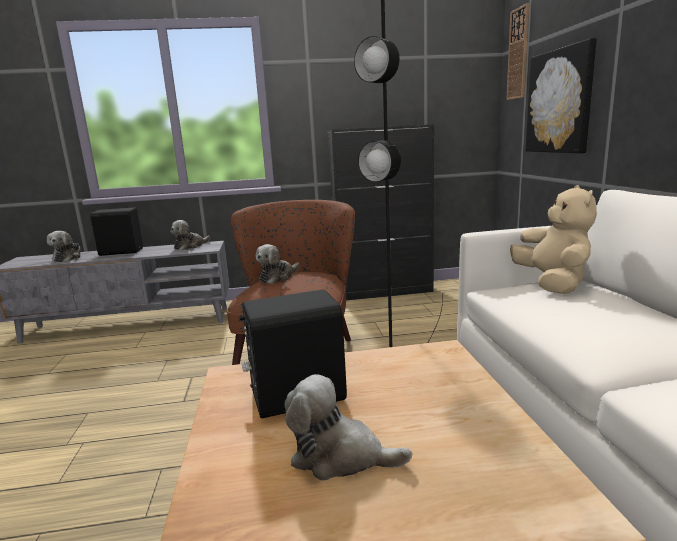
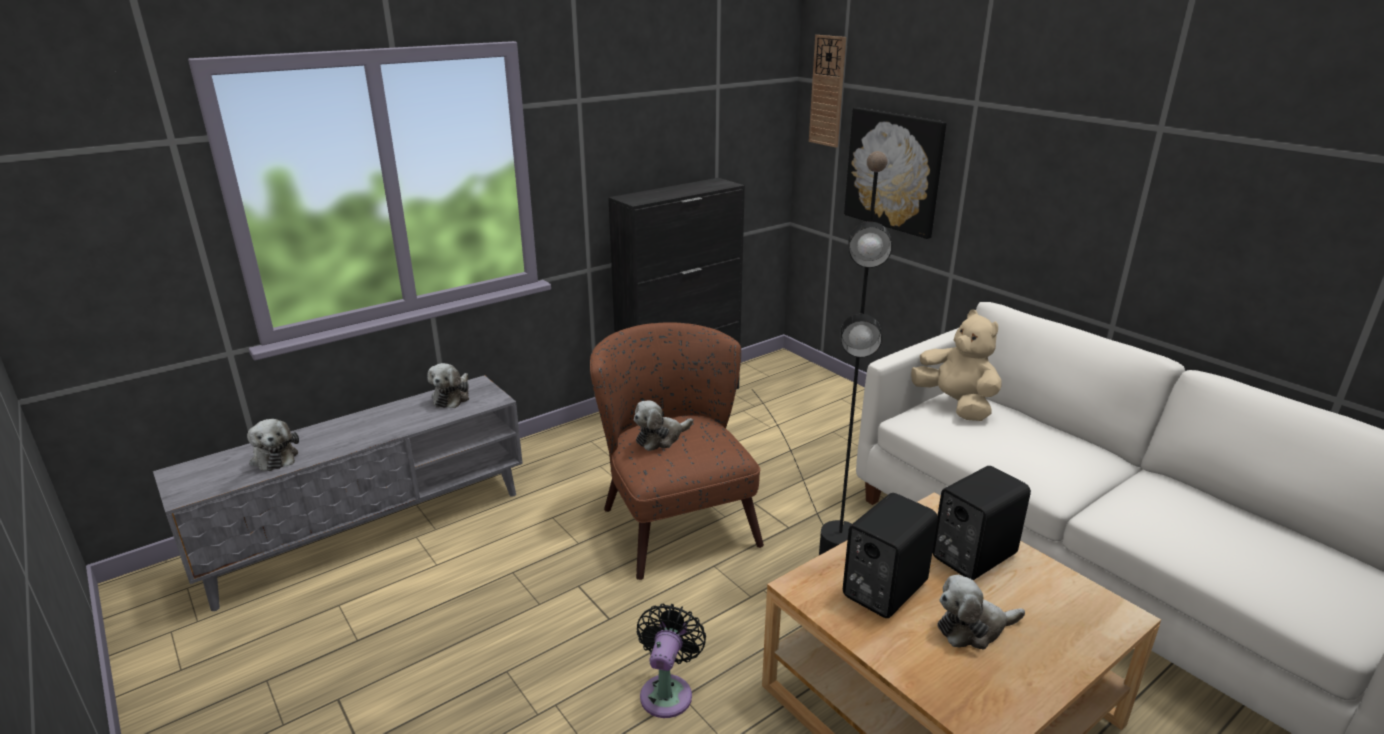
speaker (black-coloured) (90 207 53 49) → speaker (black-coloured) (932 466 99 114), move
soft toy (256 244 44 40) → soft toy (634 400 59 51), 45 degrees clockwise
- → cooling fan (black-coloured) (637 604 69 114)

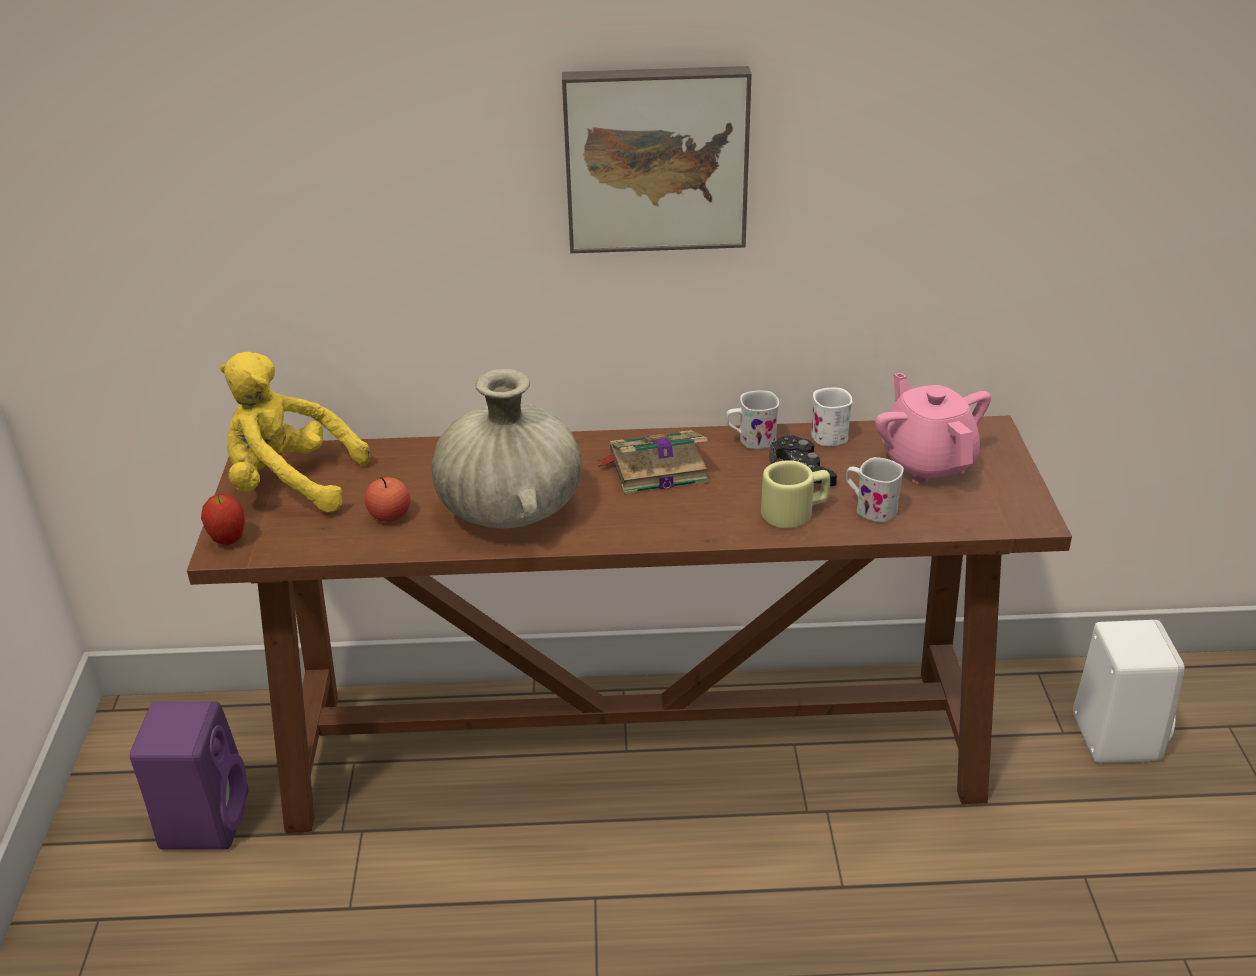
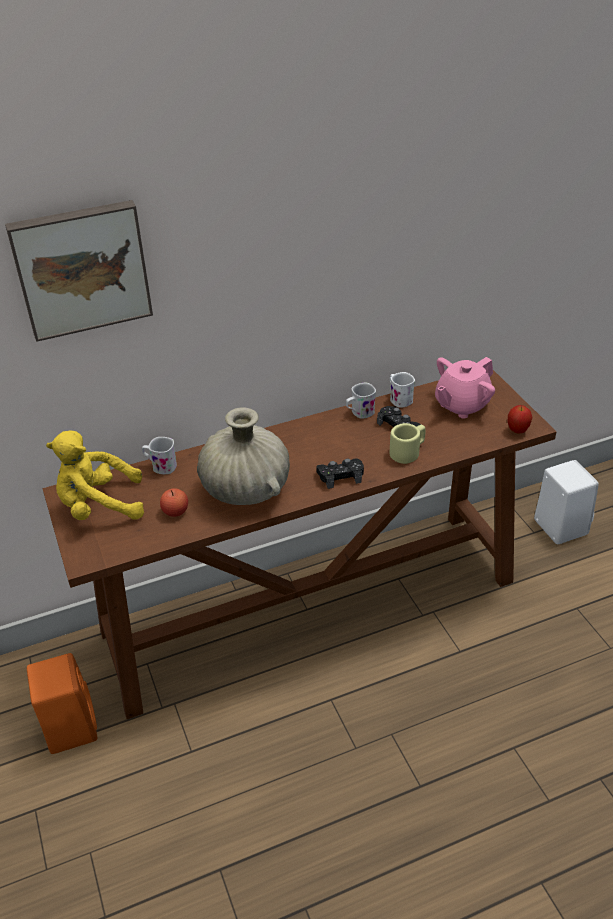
speaker (purple-coloured) (130 702 118 148) → speaker (orange) (27 653 70 101)
whole apple (201 494 44 51) → whole apple (508 405 24 29), move
wall art (562 66 190 187) → wall art (5 200 148 142), move
volume (596 430 112 64) → -
coffee mug (whitish) (846 457 58 66) → coffee mug (whitish) (142 437 35 37), move
teapot (pink-coloured) (875 373 116 111) → teapot (pink-coloured) (435 357 60 61), 90 degrees counterclockwise
- → gamepad (black-coloured) (316 458 48 31)

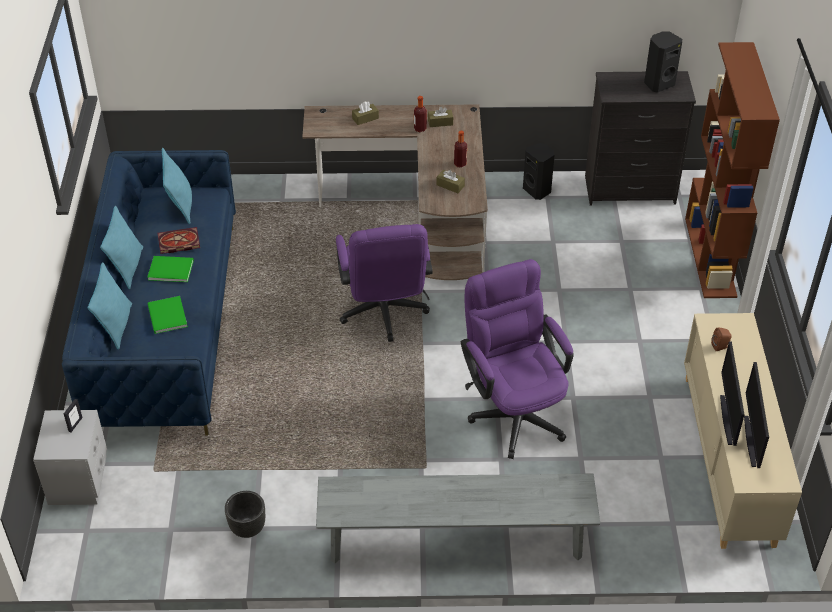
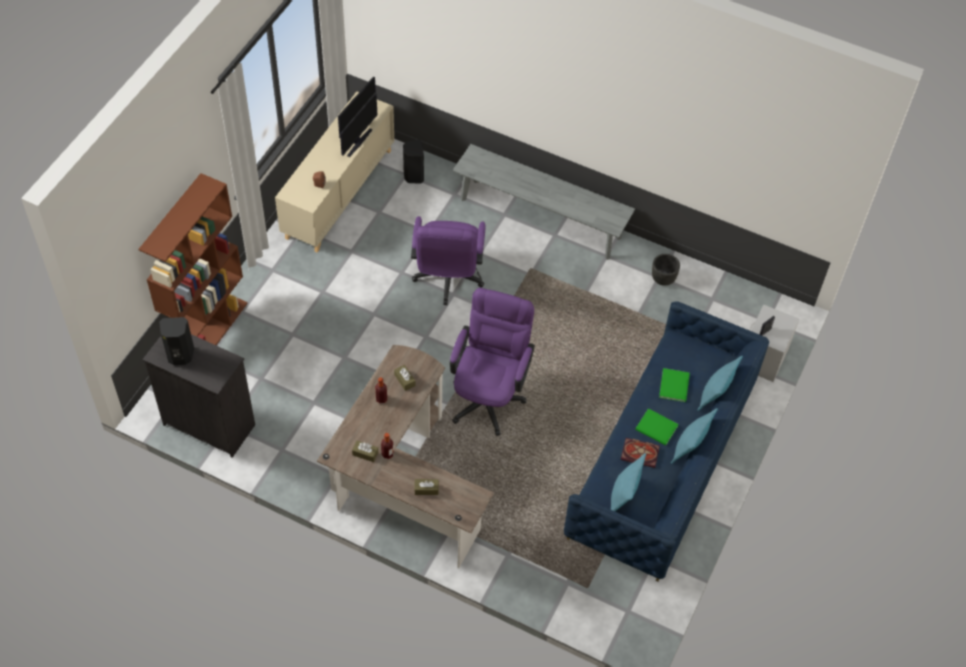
speaker (black-coloured) (523 143 32 57) → speaker (black-coloured) (403 139 21 45), move

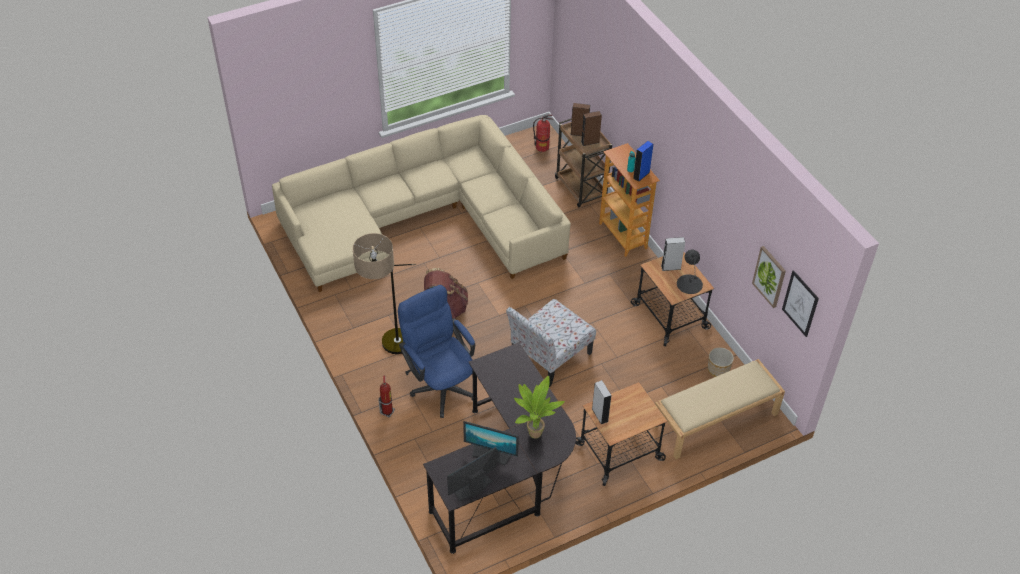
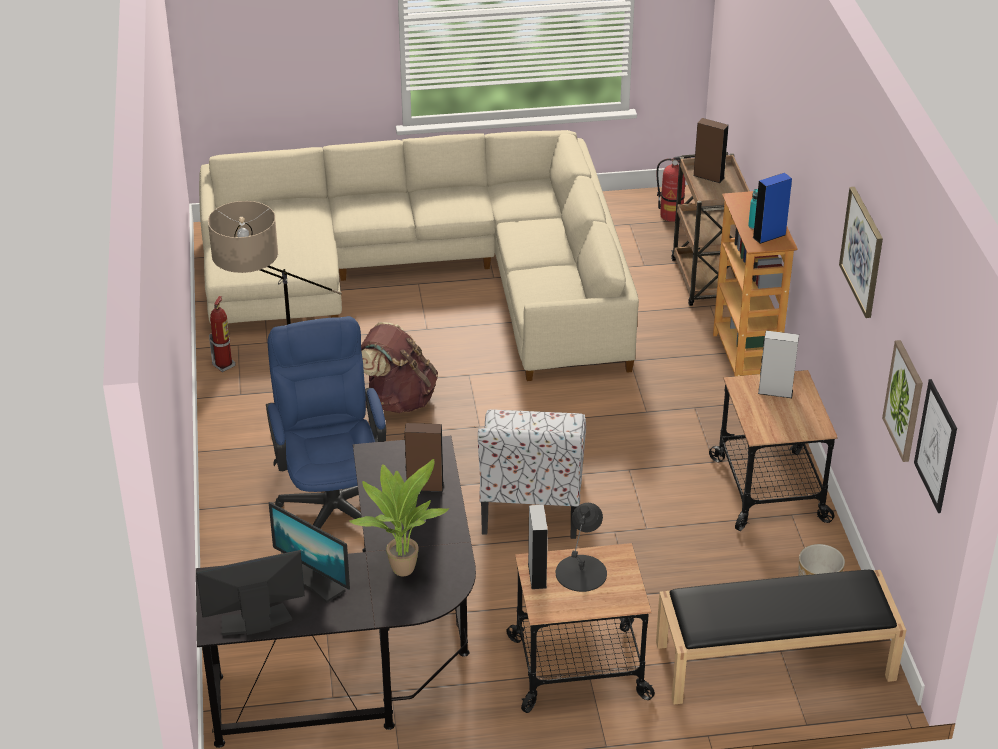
extinguisher (378 376 17 42) → extinguisher (209 296 27 76), move
plain chair (506 299 90 88) → plain chair (478 409 108 130), 60 degrees counterclockwise
speaker (brownish) (581 111 21 35) → speaker (brownish) (404 423 40 69), move
indoor bench (sand-coloured) (654 359 131 100) → indoor bench (black-coloured) (656 570 250 135)
table lamp (black-coloured) (677 250 26 44) → table lamp (black-coloured) (556 503 51 89), move
- → wall art (839 187 44 131)

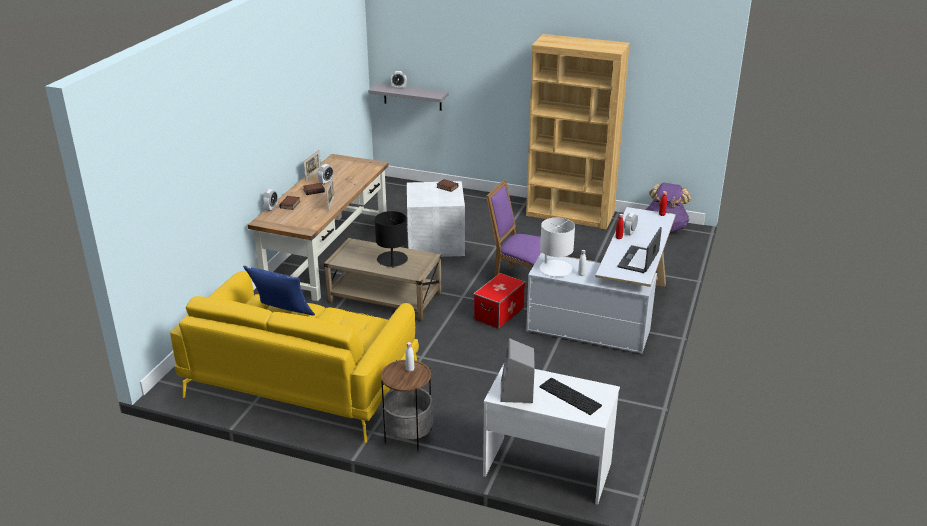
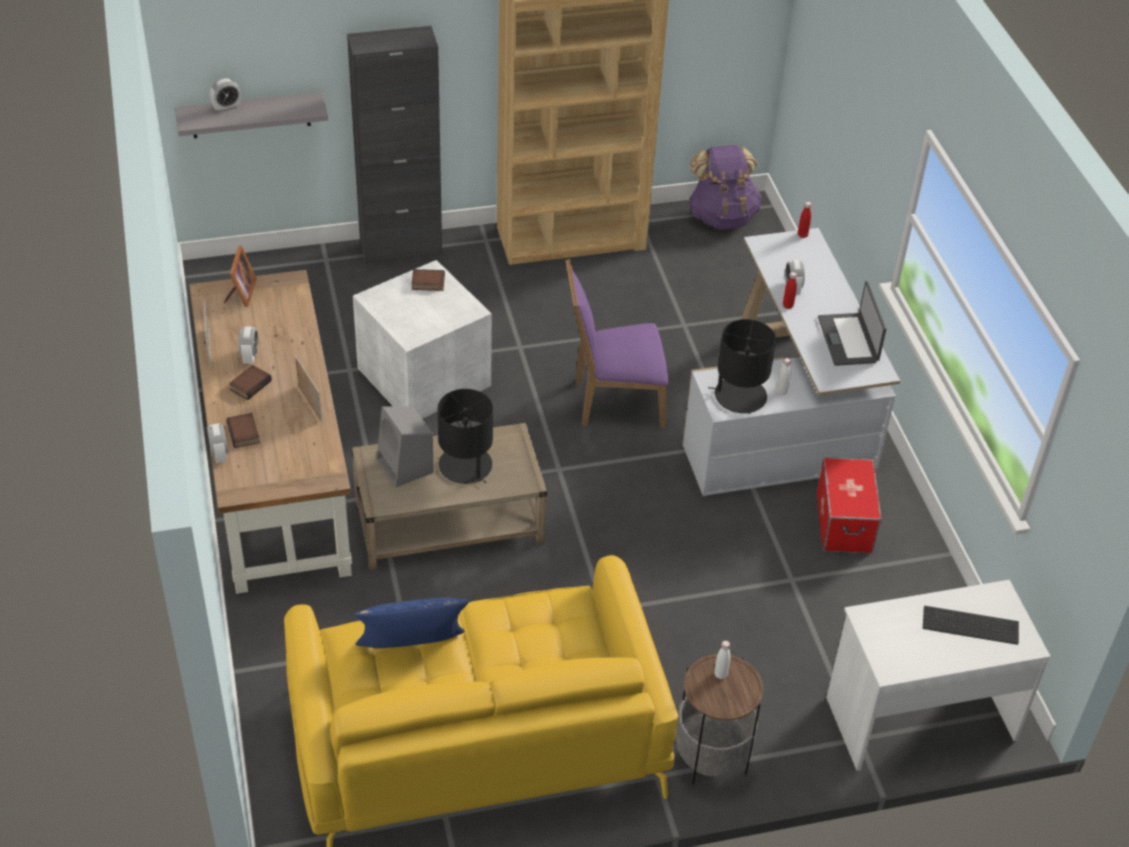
storage box (474 273 51 56) → storage box (817 457 65 97), move
speaker (greyish) (500 338 35 65) → speaker (greyish) (377 406 57 81), move
table lamp (whitish) (540 218 35 59) → table lamp (black-coloured) (708 319 68 95)
- → picture frame (224 246 33 61)
- → cupboard (black-coloured) (347 26 95 238)

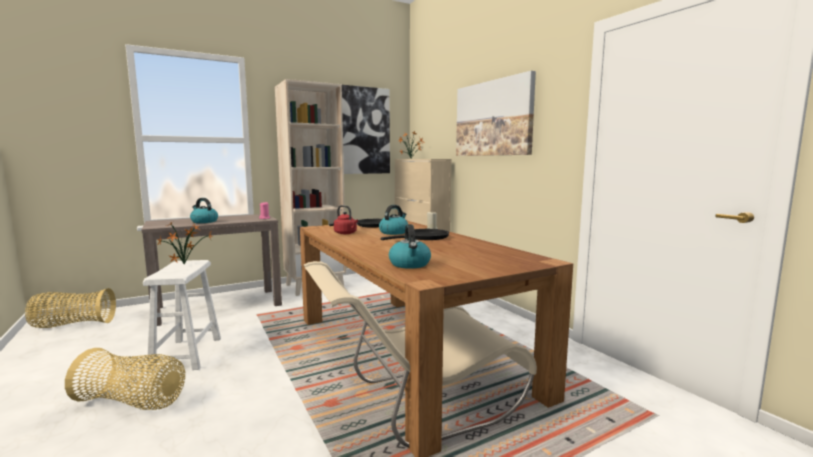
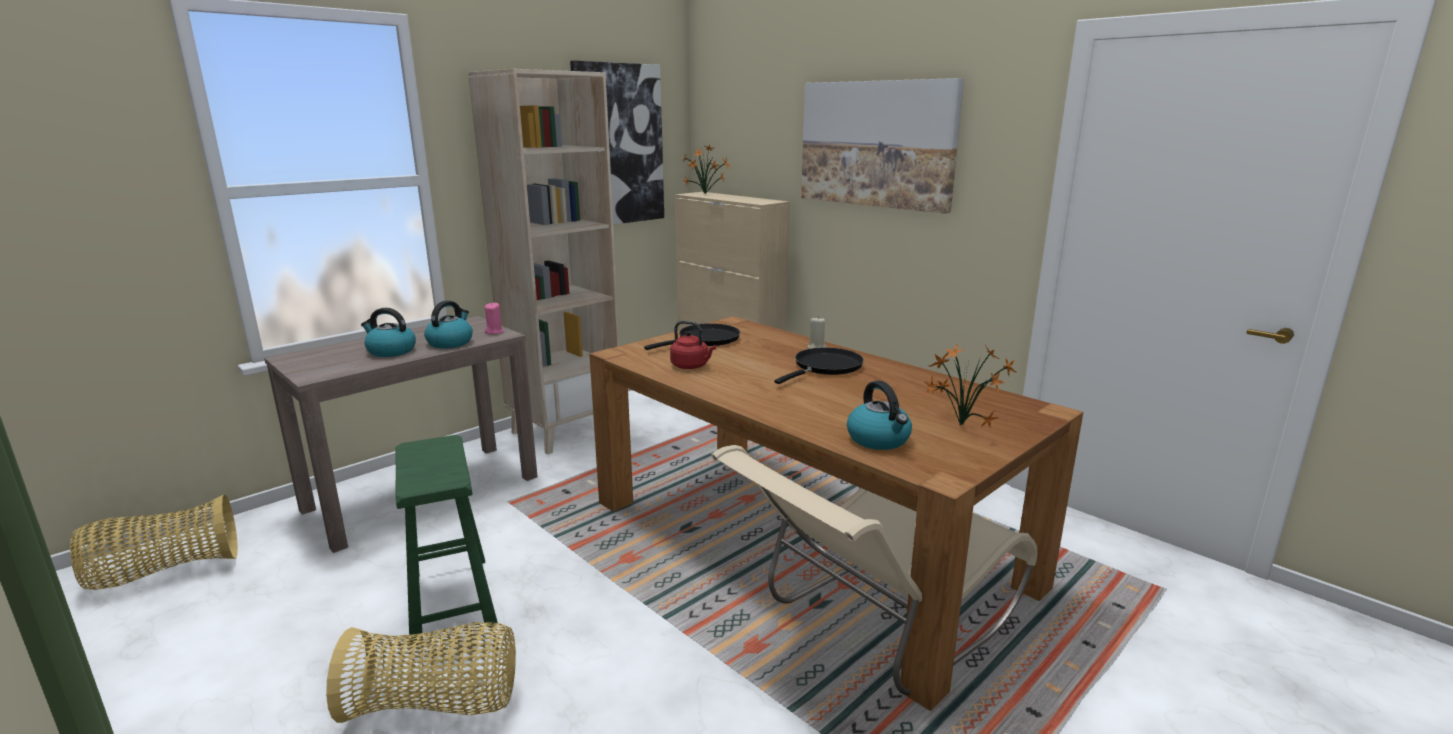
stool (whitish) (143 260 78 113) → stool (green) (395 435 103 208)
potted plant (157 222 56 42) → potted plant (925 343 92 85), move
water kettle (379 205 29 30) → water kettle (424 300 49 48), move

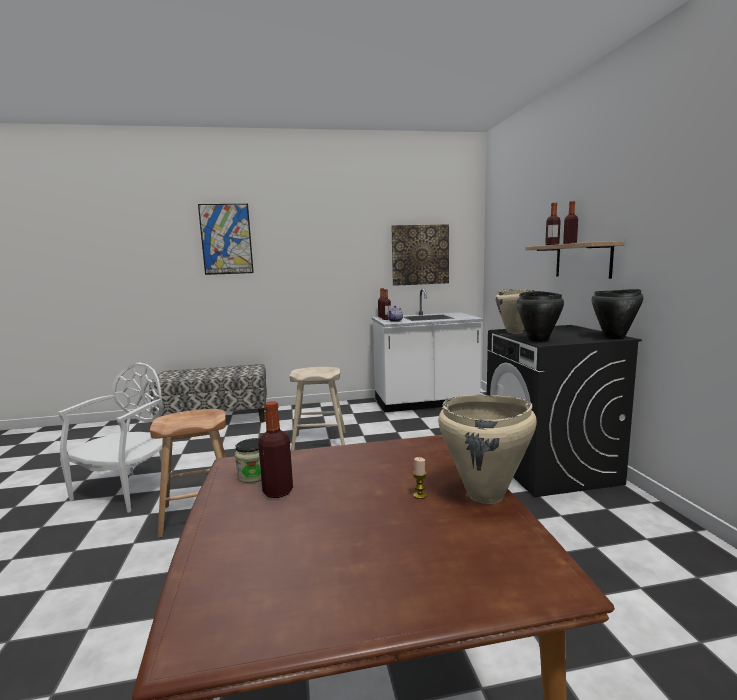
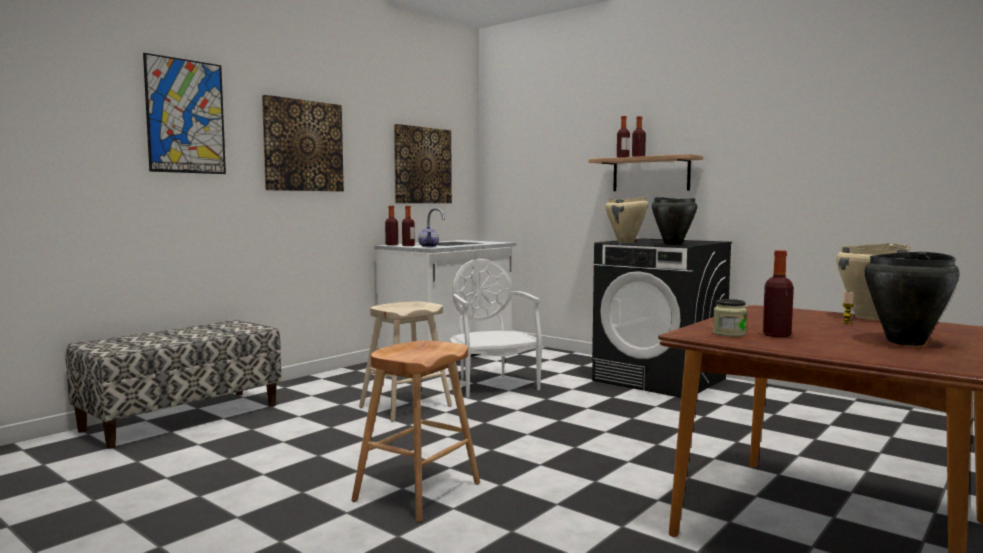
plain chair (whitish) (58 362 105 151) → plain chair (whitish) (450 259 92 139), move
stockpot (black-coloured) (592 289 51 51) → stockpot (black-coloured) (865 252 95 94), move
- → wall art (262 95 82 96)

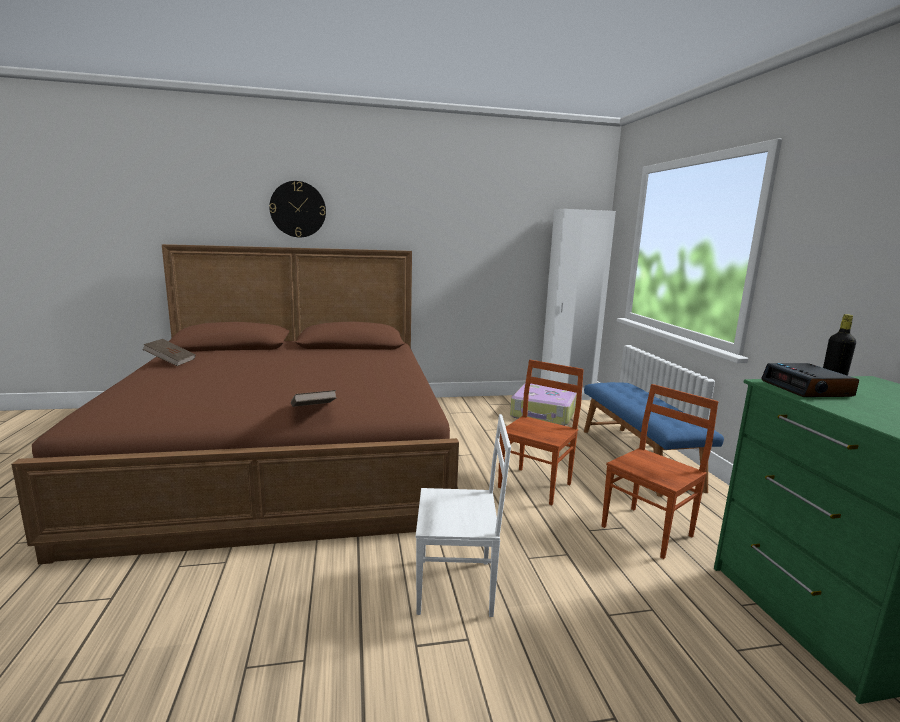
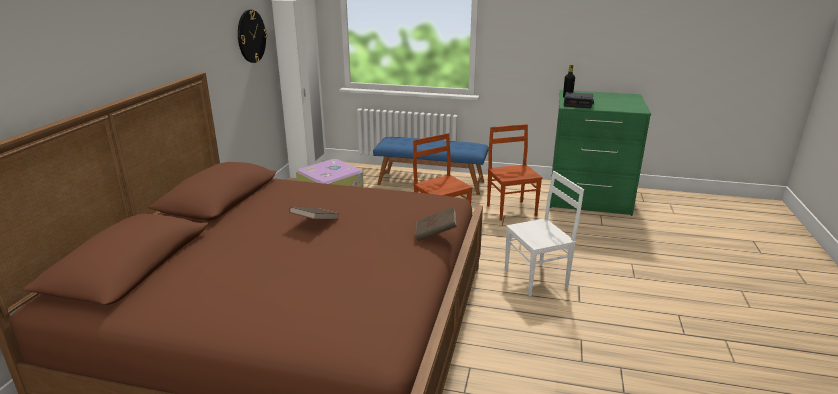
volume (brownish) (142 339 54 27) → volume (brownish) (289 207 50 12), move
clock on the wall (269 181 57 56) → clock on the wall (238 10 29 53), move
plain chair (whitish) (416 414 95 203) → plain chair (whitish) (505 171 79 125), 45 degrees clockwise

